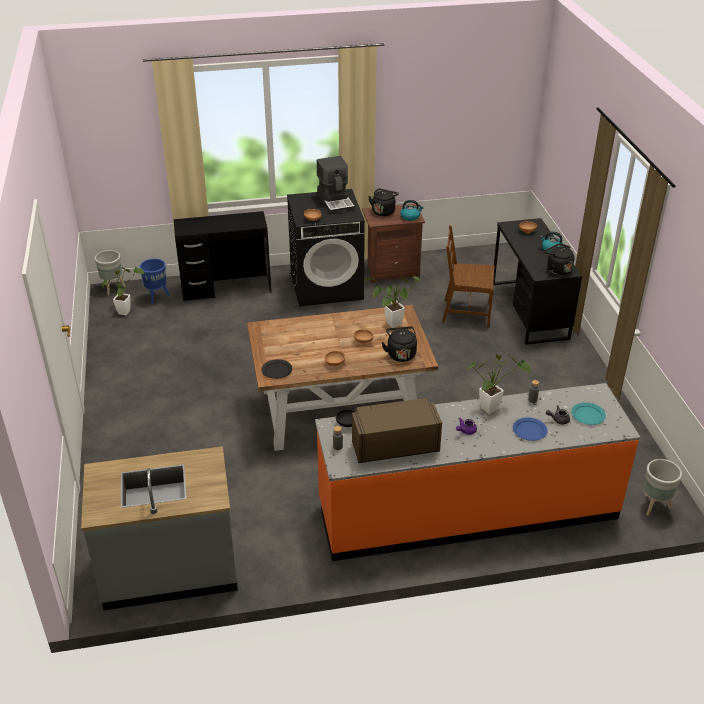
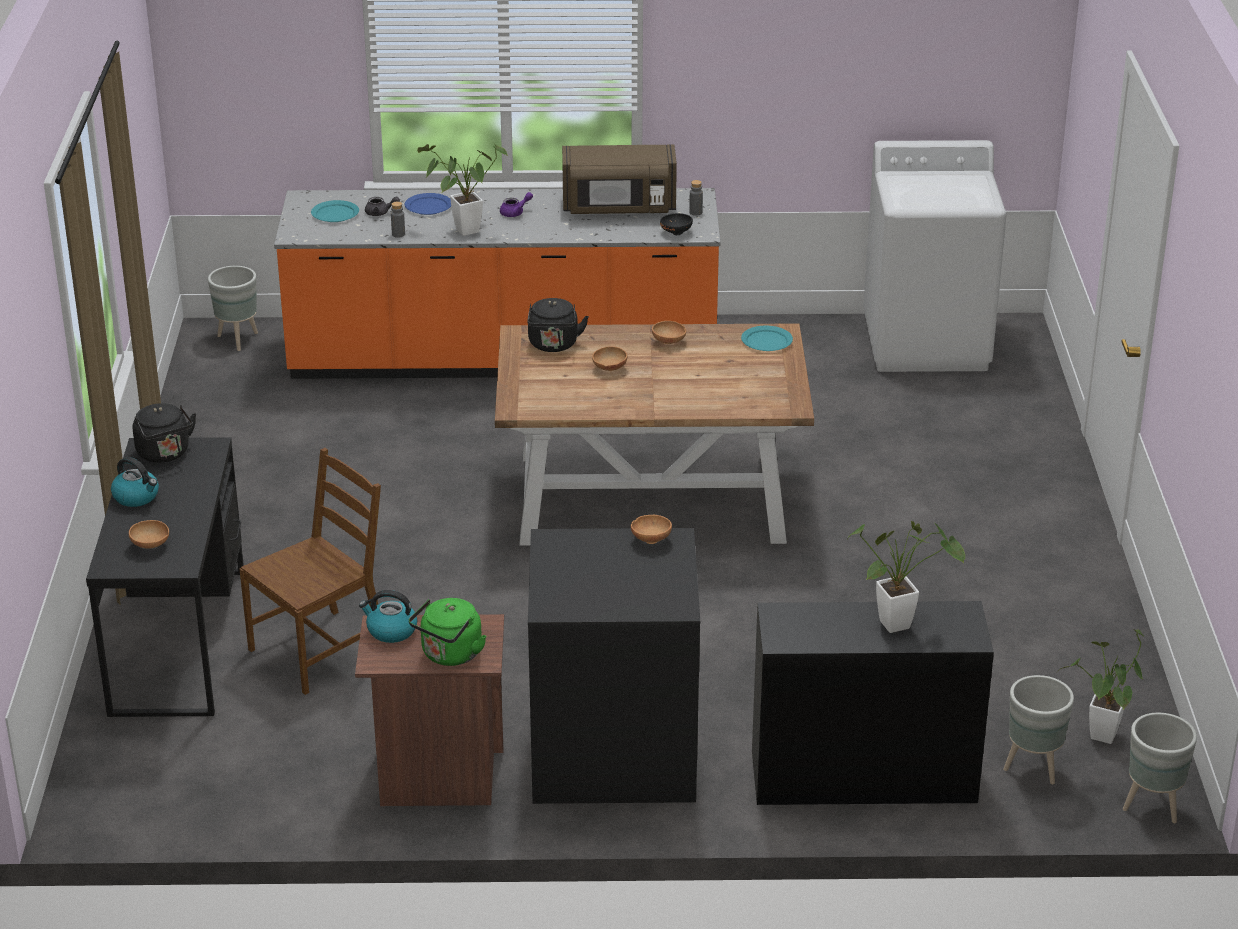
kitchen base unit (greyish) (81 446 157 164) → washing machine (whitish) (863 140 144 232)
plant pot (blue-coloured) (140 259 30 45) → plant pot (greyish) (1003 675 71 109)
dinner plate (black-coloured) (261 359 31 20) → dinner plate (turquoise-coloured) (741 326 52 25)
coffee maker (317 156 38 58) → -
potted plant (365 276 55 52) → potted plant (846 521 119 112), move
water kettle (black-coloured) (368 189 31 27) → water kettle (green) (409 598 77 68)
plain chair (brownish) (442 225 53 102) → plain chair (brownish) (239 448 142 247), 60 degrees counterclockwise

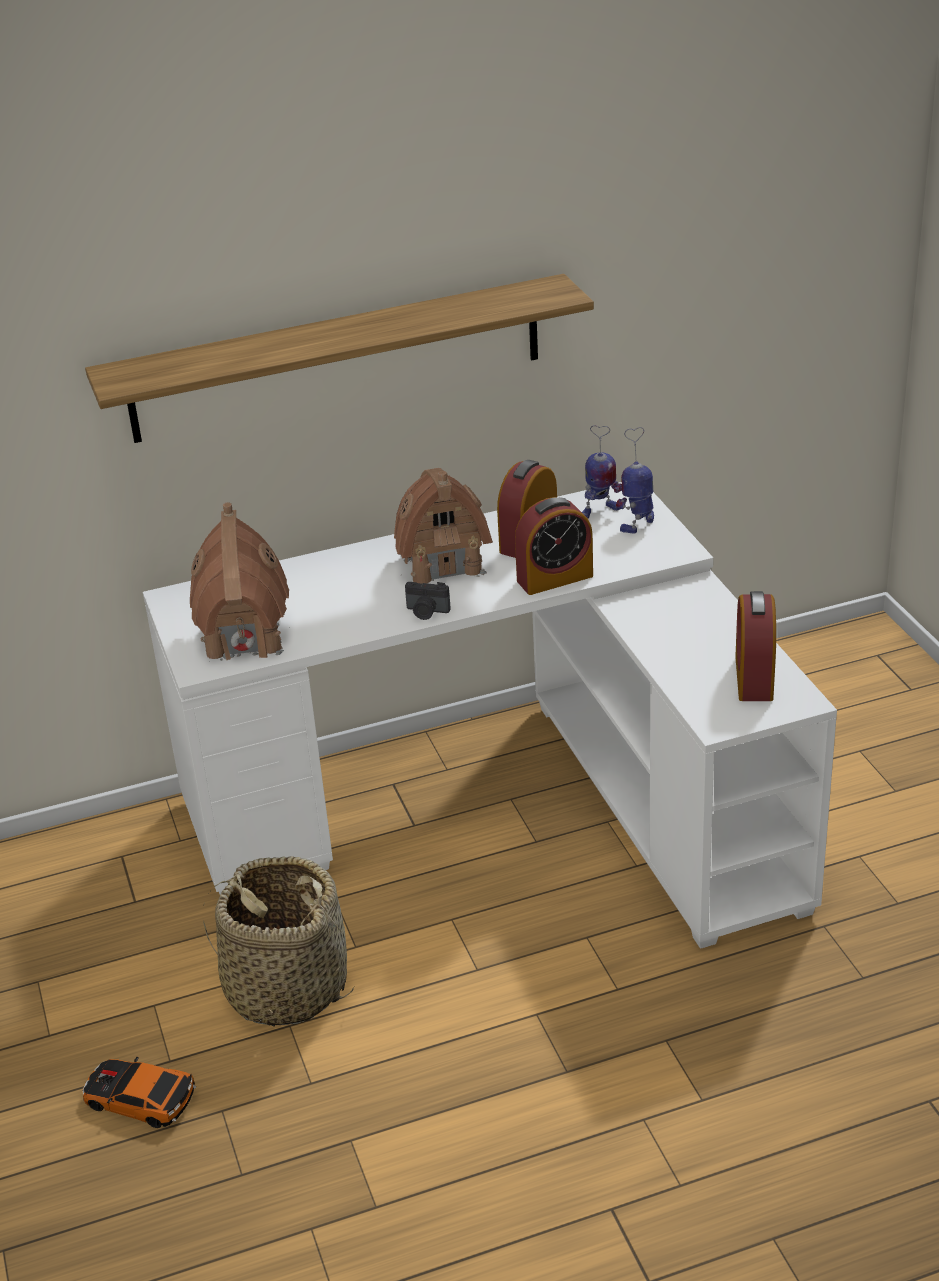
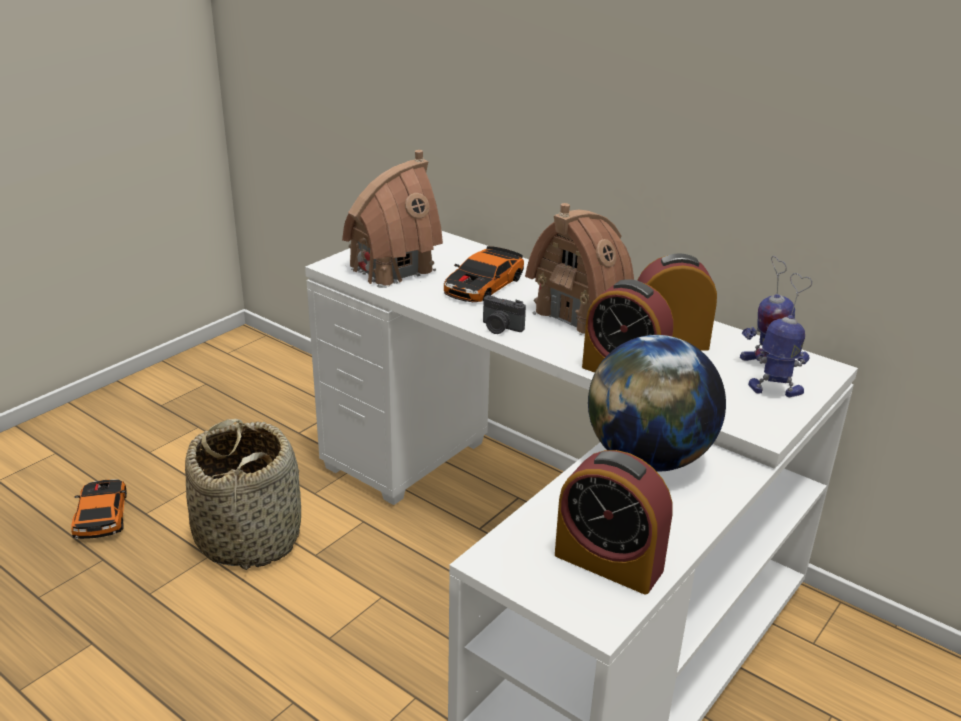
wall shelf (85 274 509 169) → -
still camera (405 582 46 38) → still camera (483 295 43 39), 45 degrees counterclockwise
alarm clock (735 591 41 110) → alarm clock (555 450 118 145), 120 degrees counterclockwise
- → miniature car (444 246 80 56)
- → desk globe (588 335 138 137)

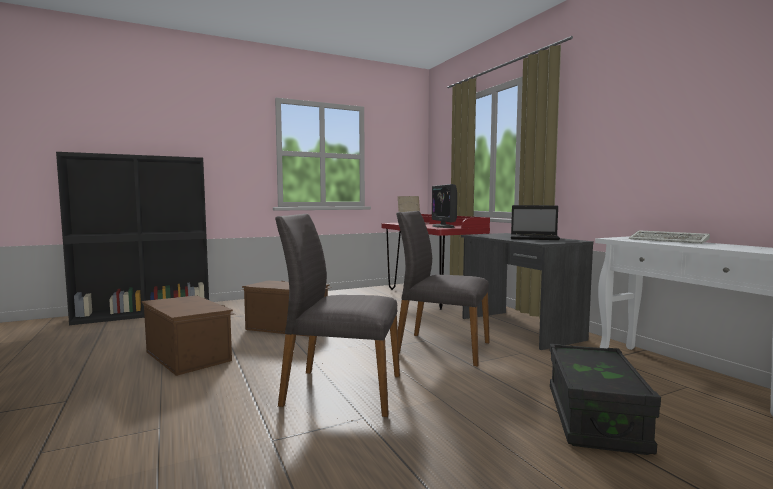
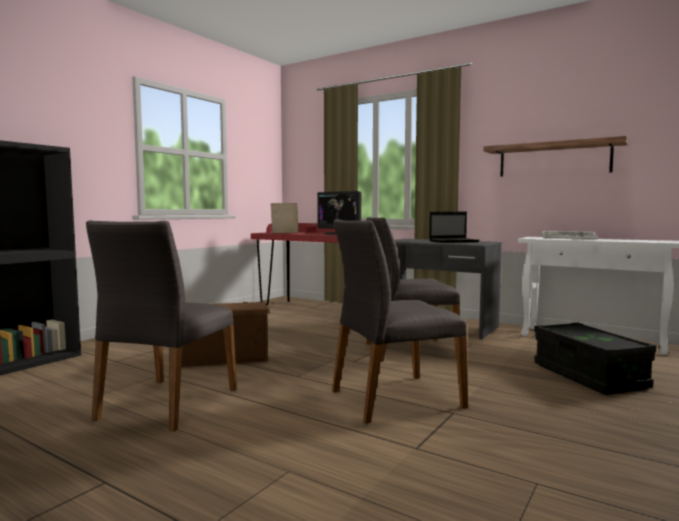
storage box (brownish) (142 295 93 81) → plain chair (greyish) (86 220 151 212)
- → wall shelf (484 136 144 41)

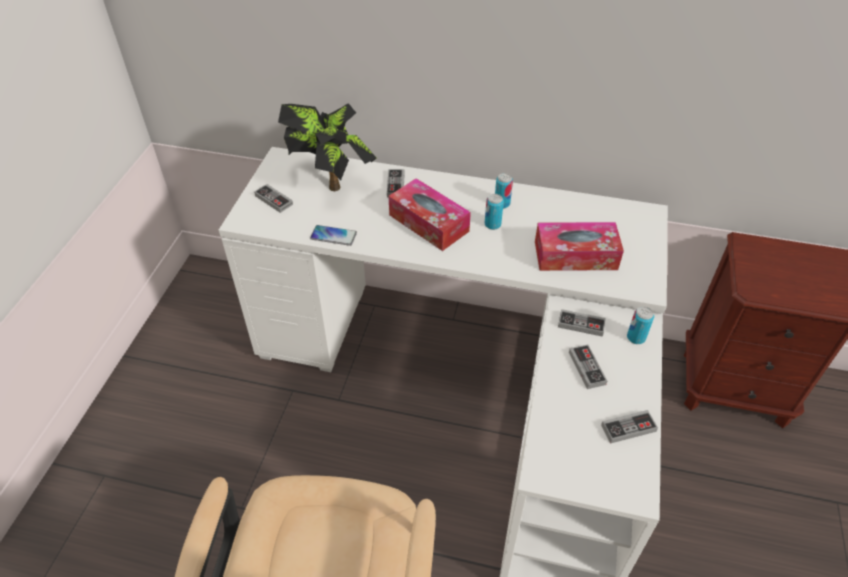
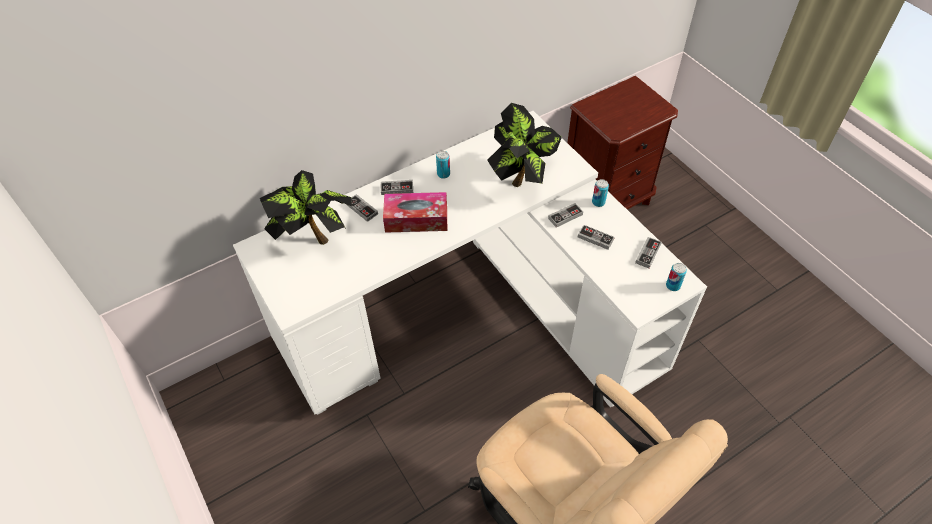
gamepad (254 184 39 29) → gamepad (381 180 32 15), move
handset (310 225 47 21) → -
sealed can (485 194 19 36) → sealed can (666 263 21 28), move
box of tissues (535 222 89 49) → potted plant (487 103 75 84)

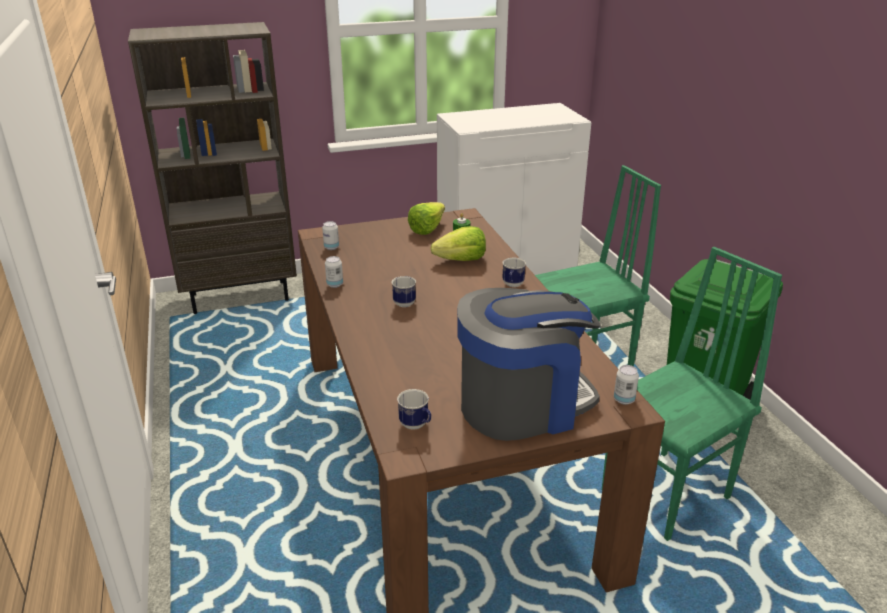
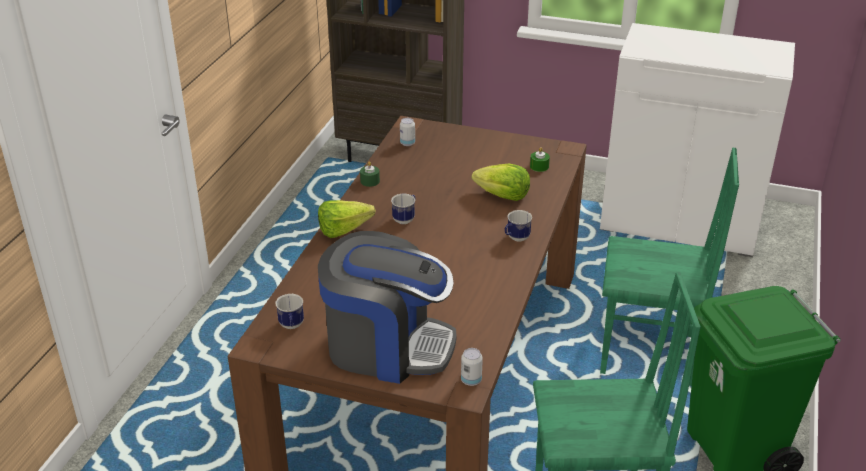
sealed can (325 256 18 32) → wax candle (green) (360 161 20 26)
head of lettuce (408 202 37 33) → head of lettuce (318 200 57 38), move

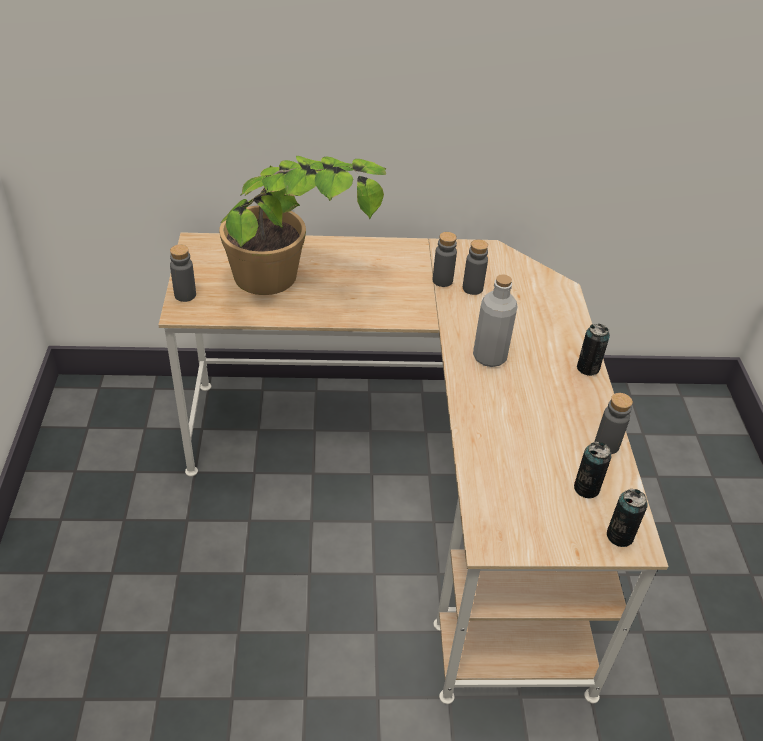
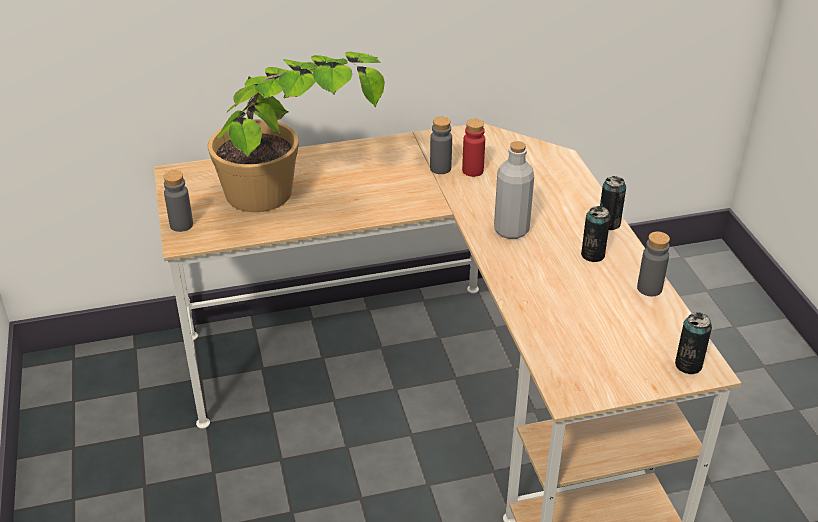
beverage bottle (greyish) (463 239 25 56) → beverage bottle (red) (462 119 23 58)
sealed can (574 442 38 56) → sealed can (581 206 30 56), move

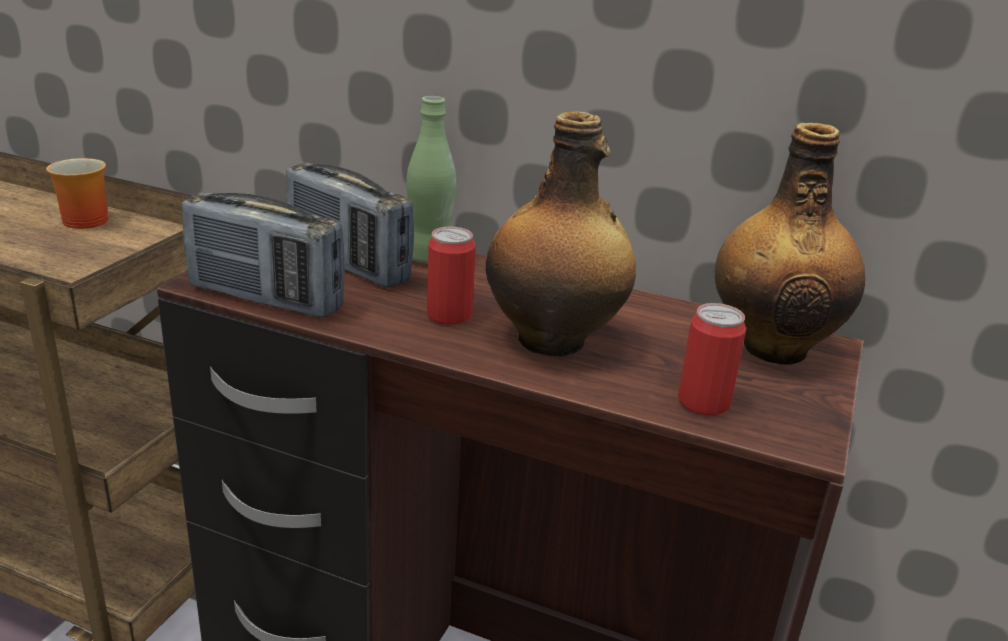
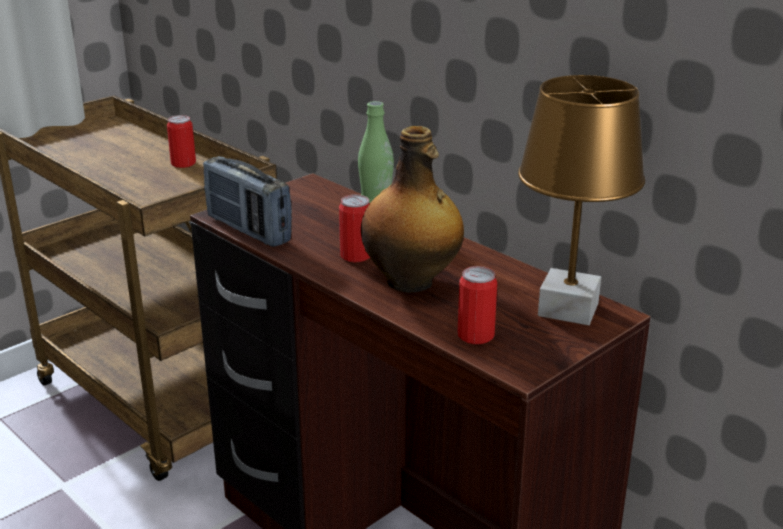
coffee mug (46 158 63 71) → sealed can (167 115 29 53)
radio (286 163 128 125) → -
beverage bottle (715 123 150 242) → table lamp (brownish) (518 75 127 250)

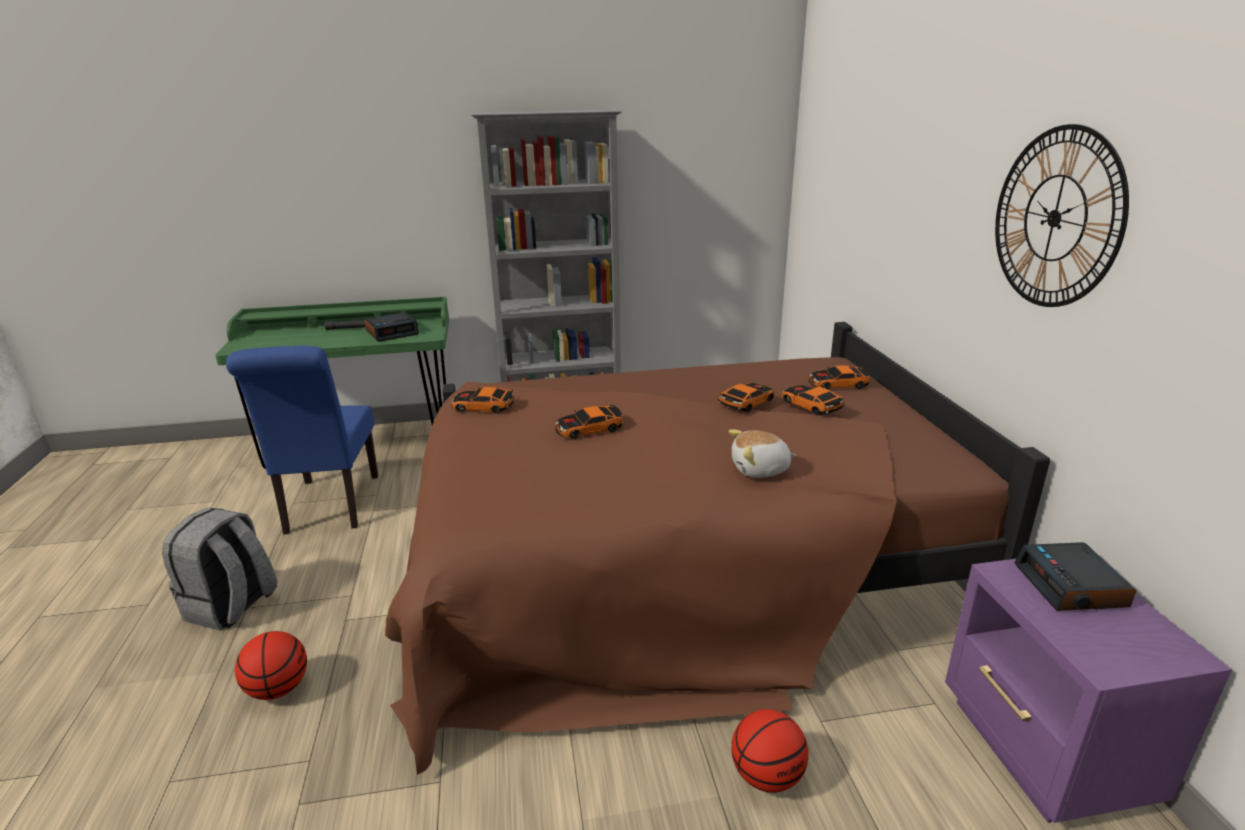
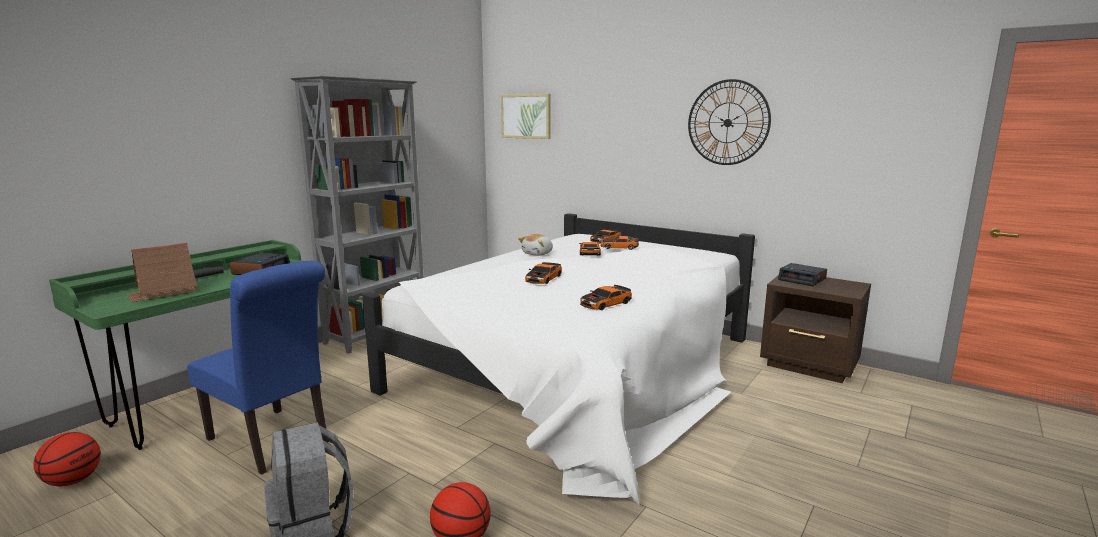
sleeping bed (brownish) (385 322 665 453) → sleeping bed (whitish) (362 213 393 292)
miniature car (452 387 63 27) → miniature car (580 285 52 25), move
soft toy (729 429 68 49) → soft toy (518 234 35 22), move
basketball (731 709 78 84) → basketball (34 432 67 54), move
bedside table (purple-coloured) (945 559 287 264) → bedside table (brownish) (760 275 111 108)
- → miniature house (127 242 70 60)
- → wall art (501 94 50 45)

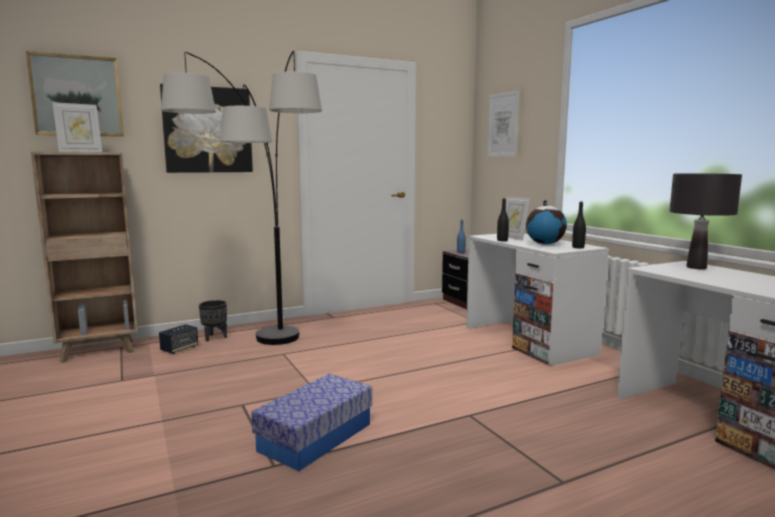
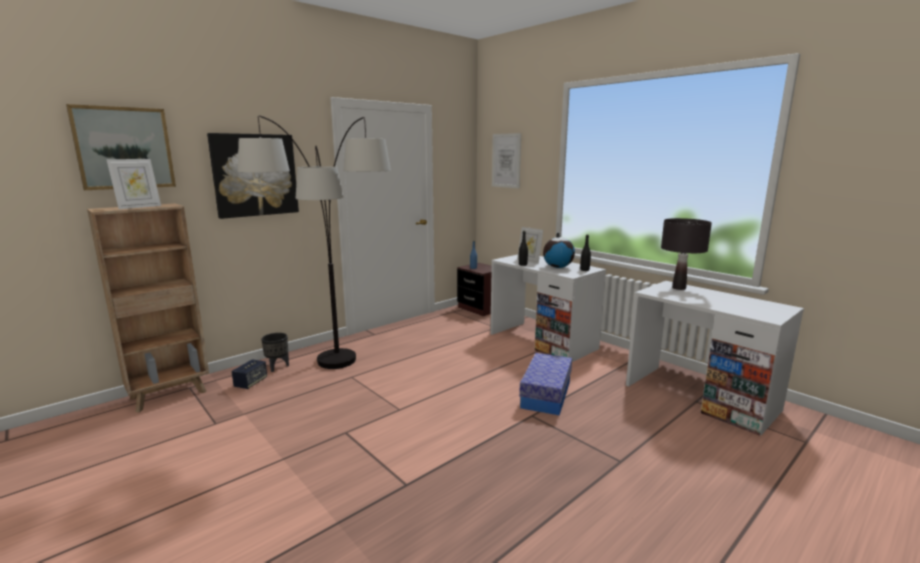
storage box (251 373 121 98) → storage box (519 353 53 63), move

